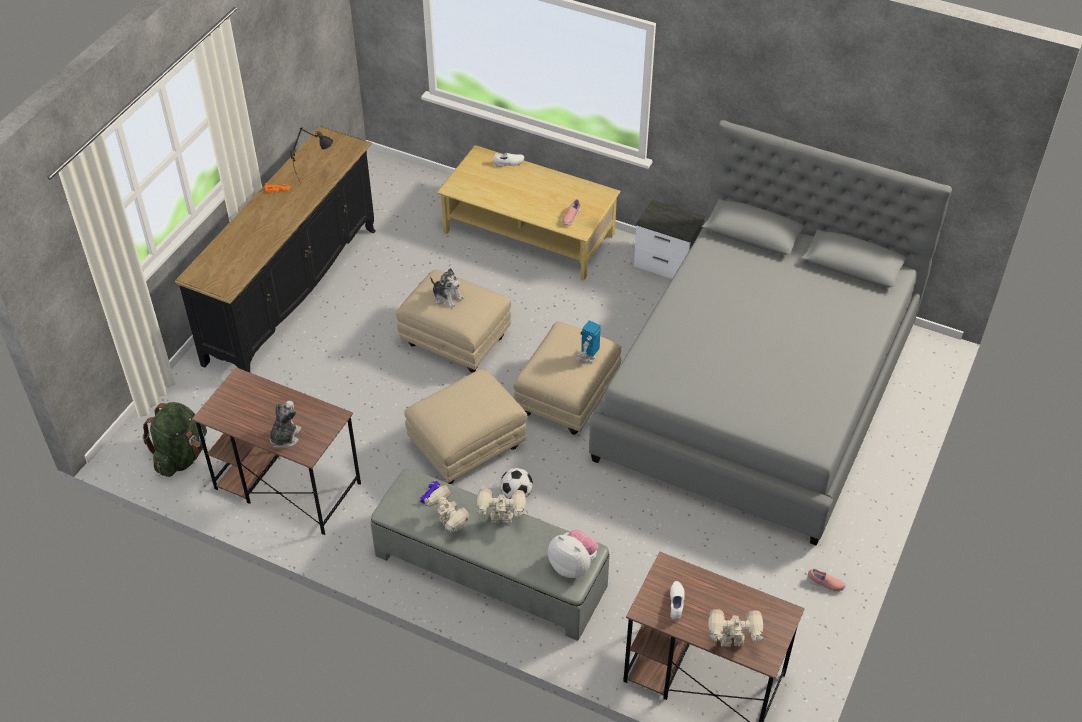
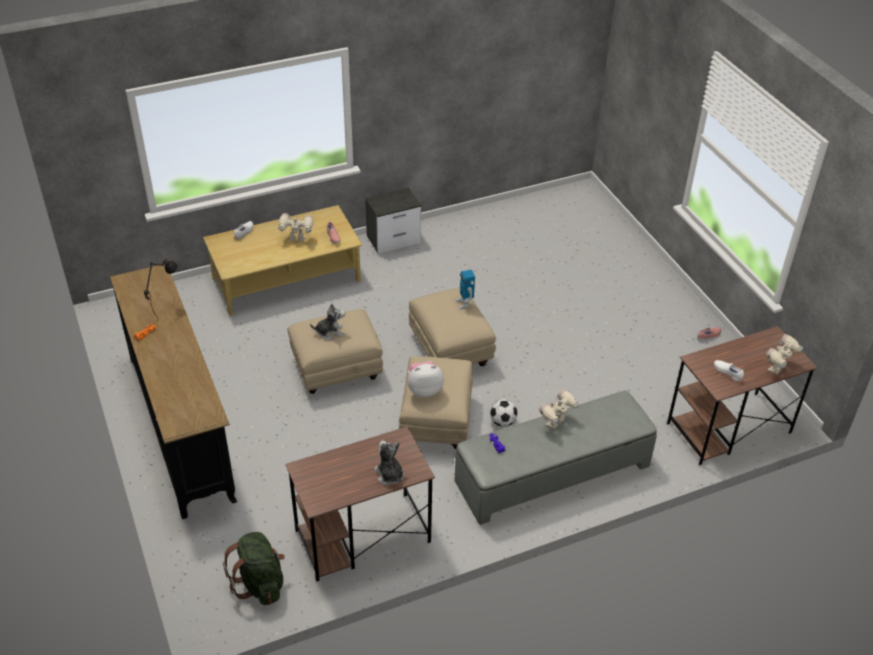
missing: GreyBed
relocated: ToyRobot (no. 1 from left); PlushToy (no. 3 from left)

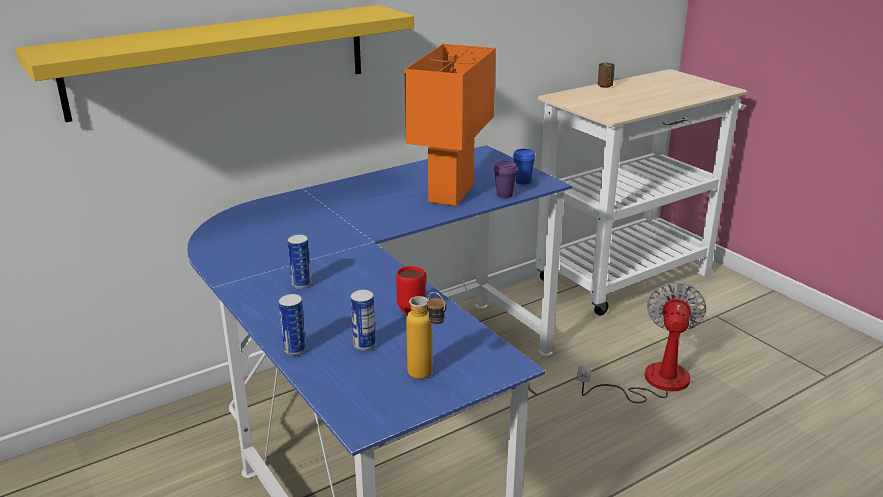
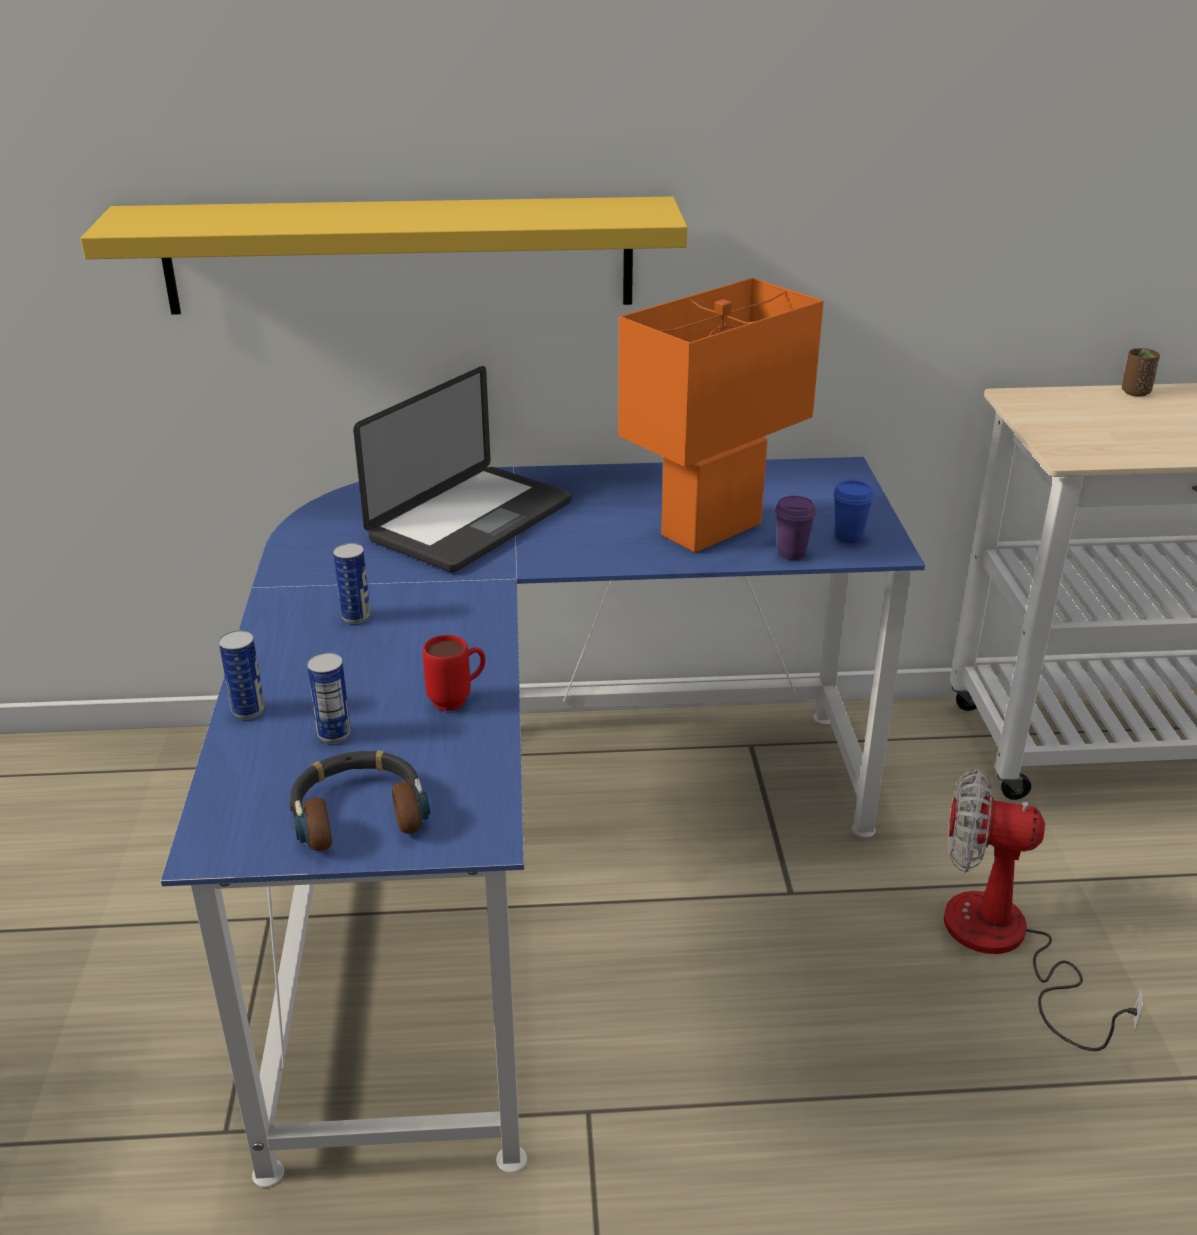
appeared: Laptop
exchanged: Bottle to Headphones
spun: Fan 120 degrees counterclockwise

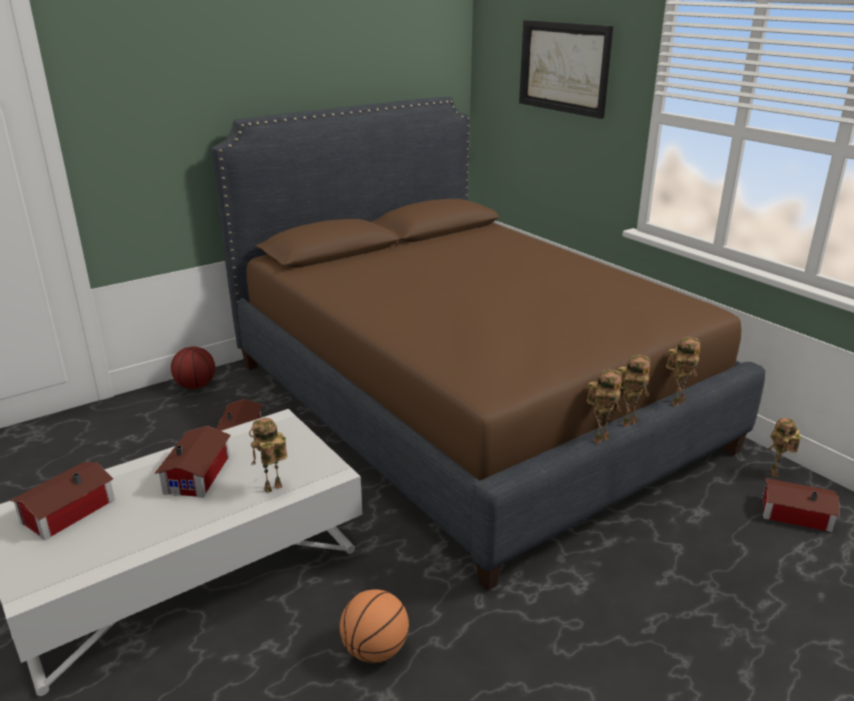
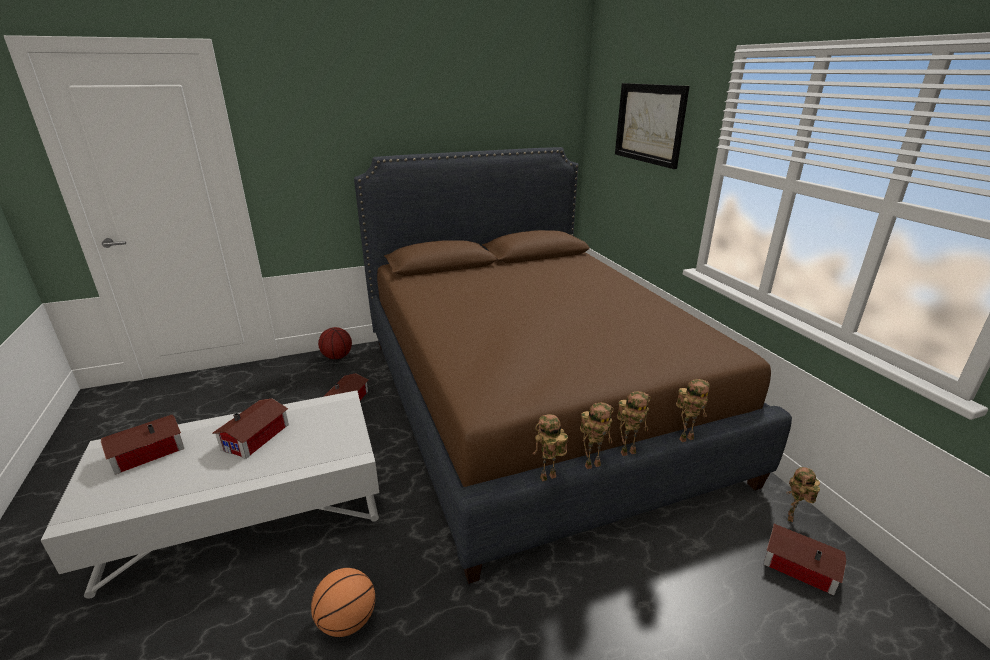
relocated: ToyRobot (no. 1 from left)

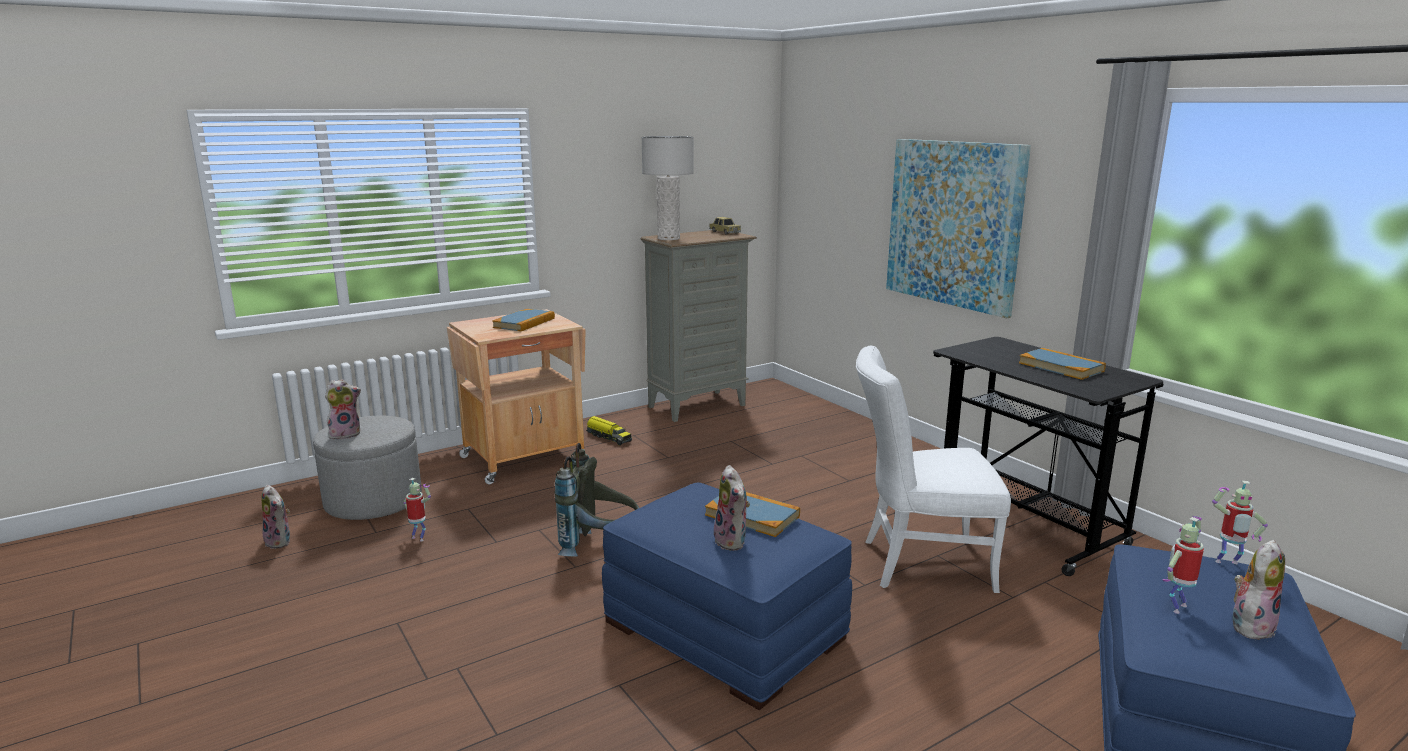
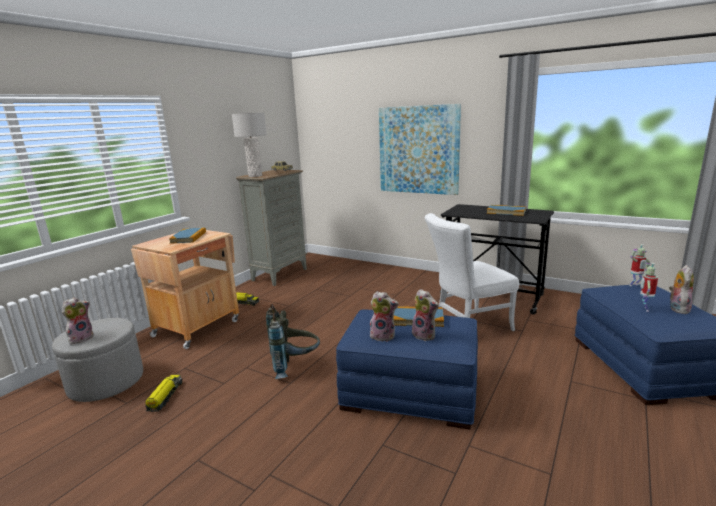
relocated: PlushToy (no. 1 from left in the first image) to PlushToy (no. 2 from left)
exchanged: ToyRobot (no. 1 from left) to ToyTruck (no. 1 from left)

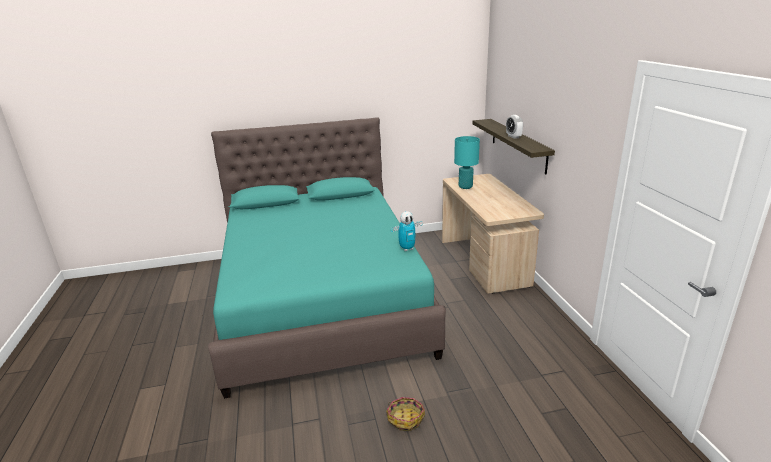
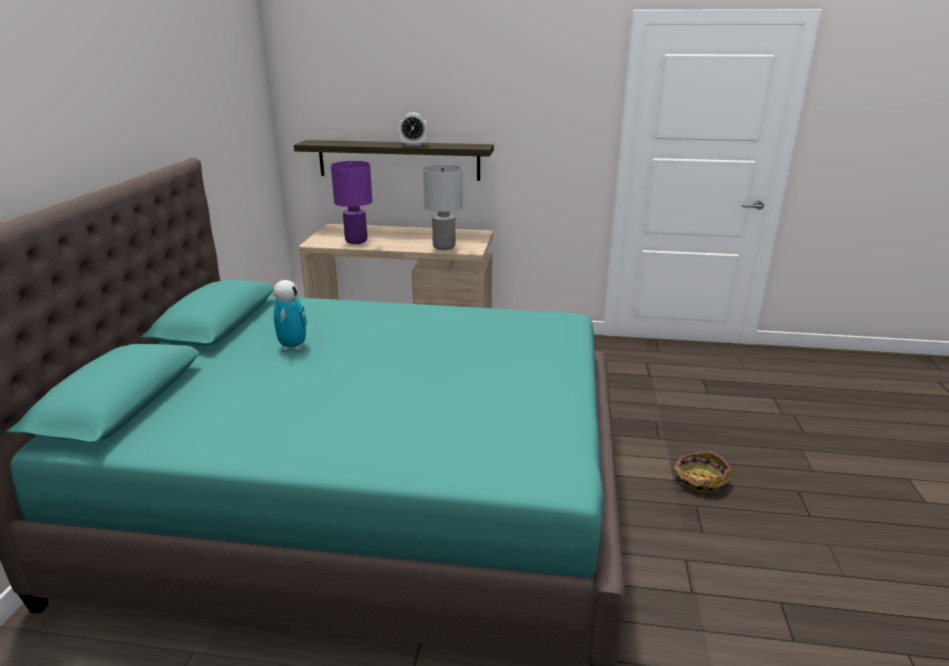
appeared: GreyTableLamp
relocated: ToyRobot
colour: TurquoiseTableLamp to PurpleTableLamp

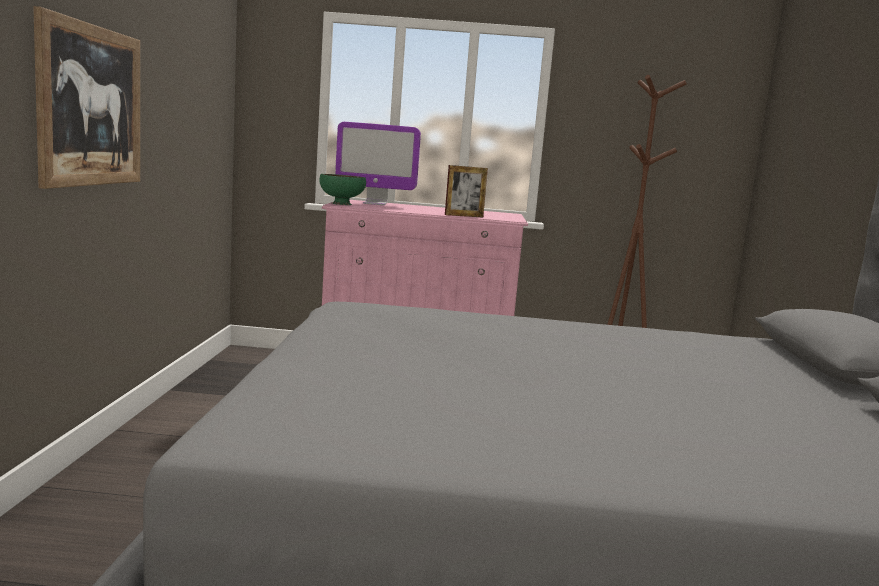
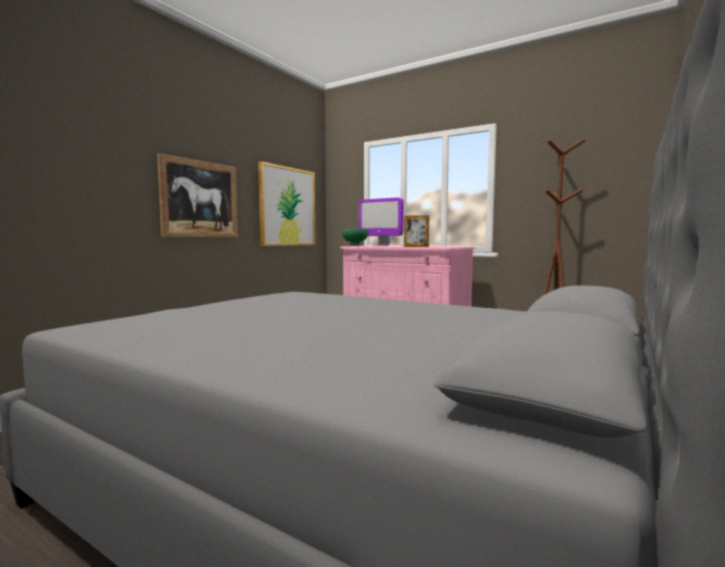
appeared: Picture (no. 2 from left)

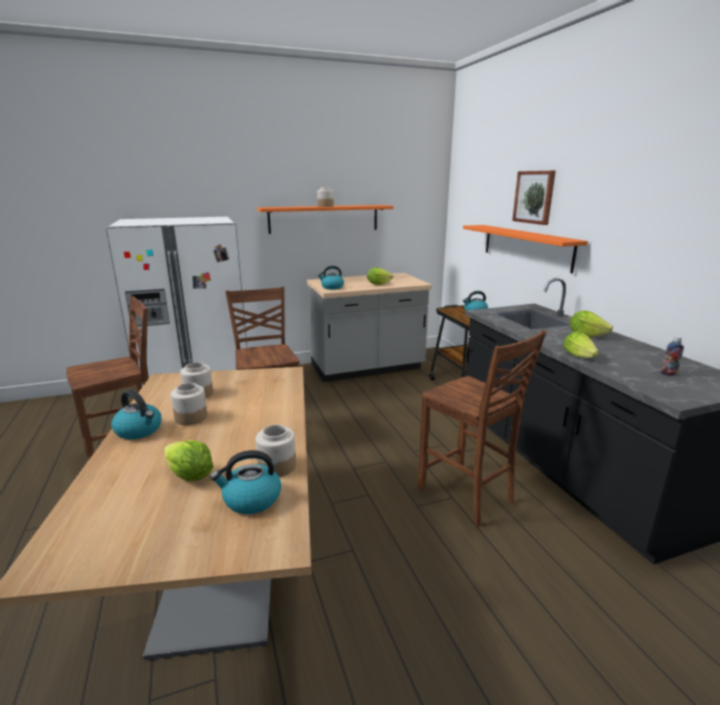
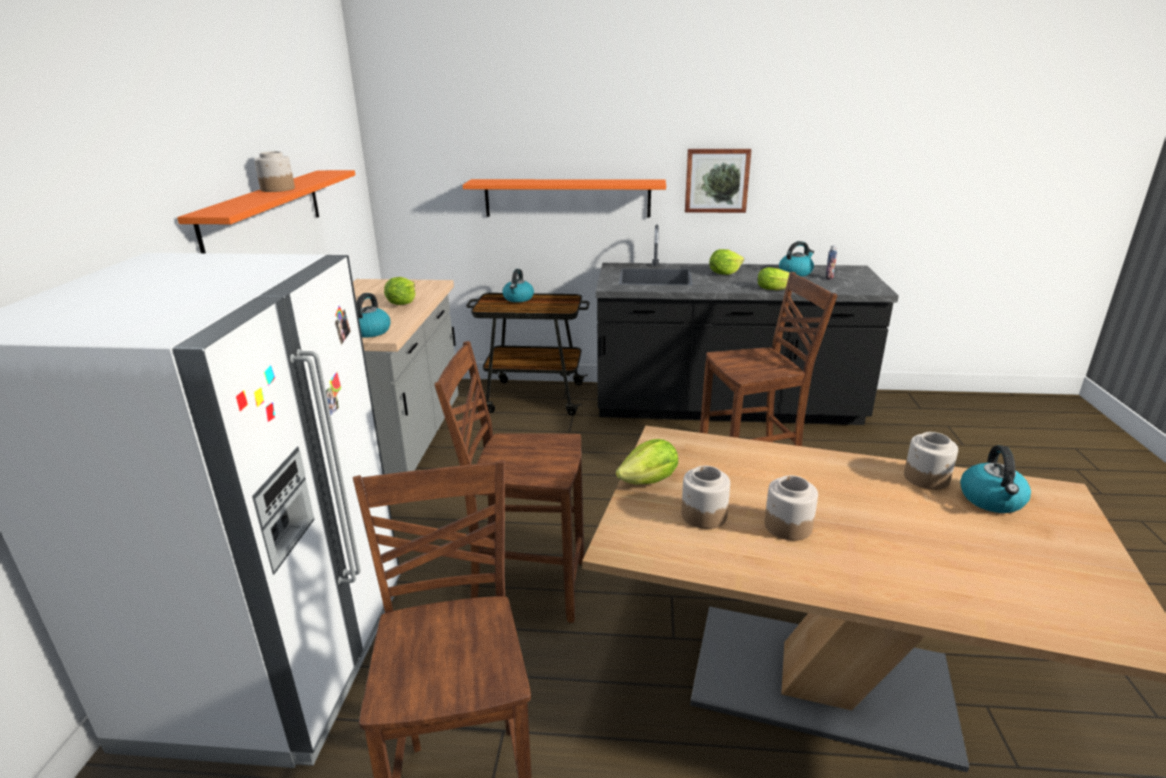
relocated: Kettle (no. 1 from left in the first image) to Kettle (no. 3 from left); Lettuce (no. 1 from left in the first image) to Lettuce (no. 2 from left); Picture

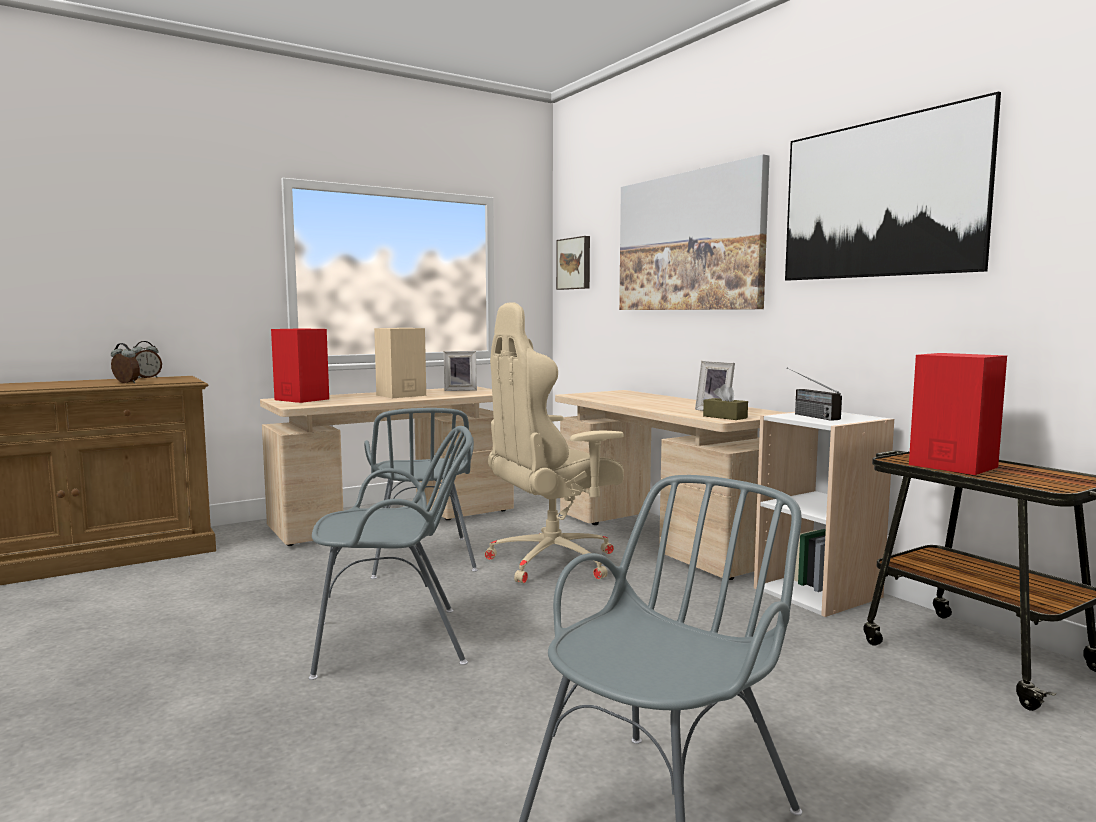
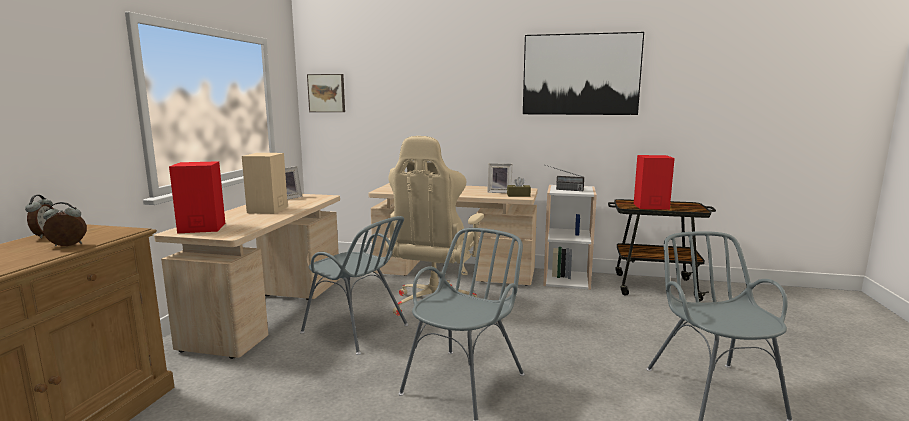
missing: Picture (no. 2 from left)

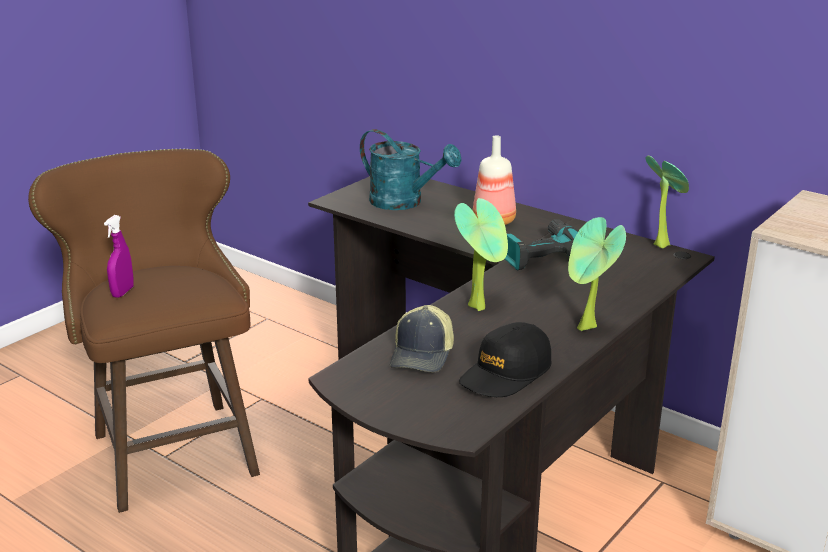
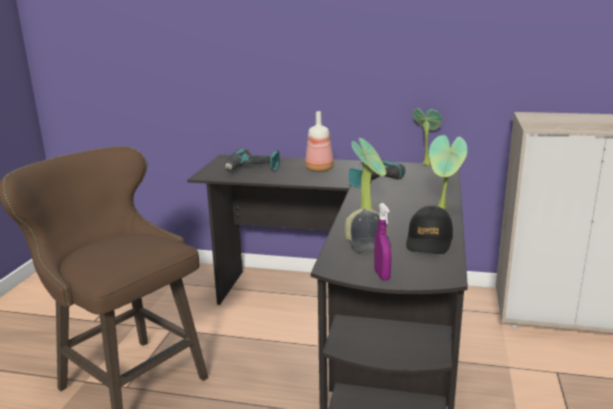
relocated: PurpleSprayBottle
exchanged: TurquoiseWateringCan to PowerDrill (no. 1 from left)

